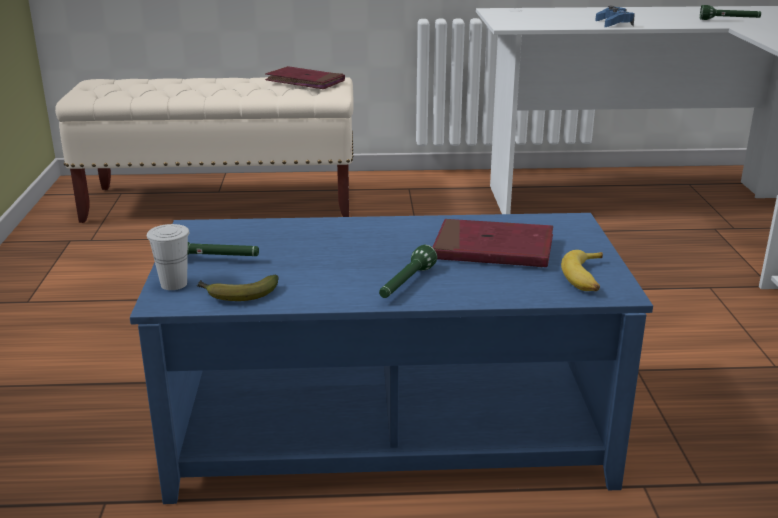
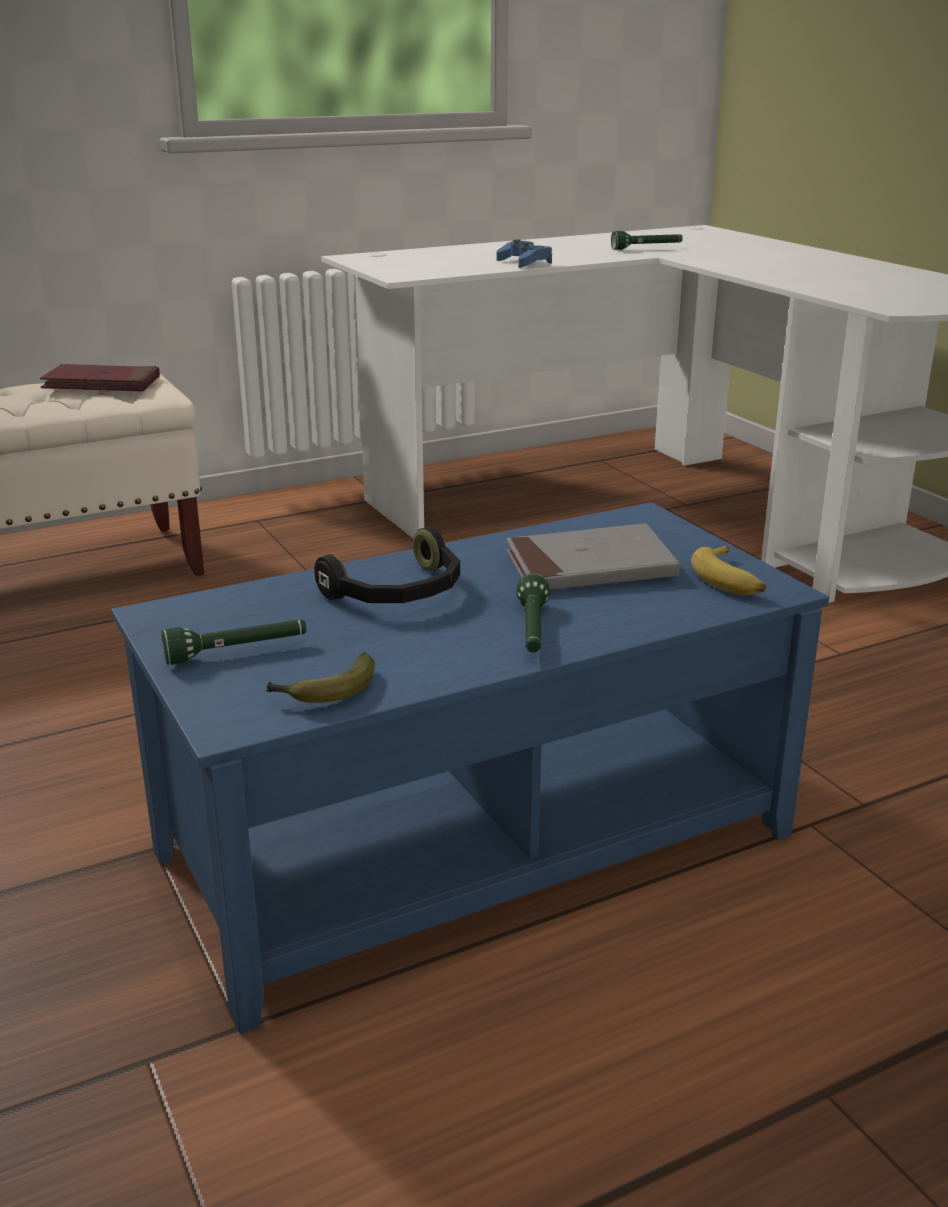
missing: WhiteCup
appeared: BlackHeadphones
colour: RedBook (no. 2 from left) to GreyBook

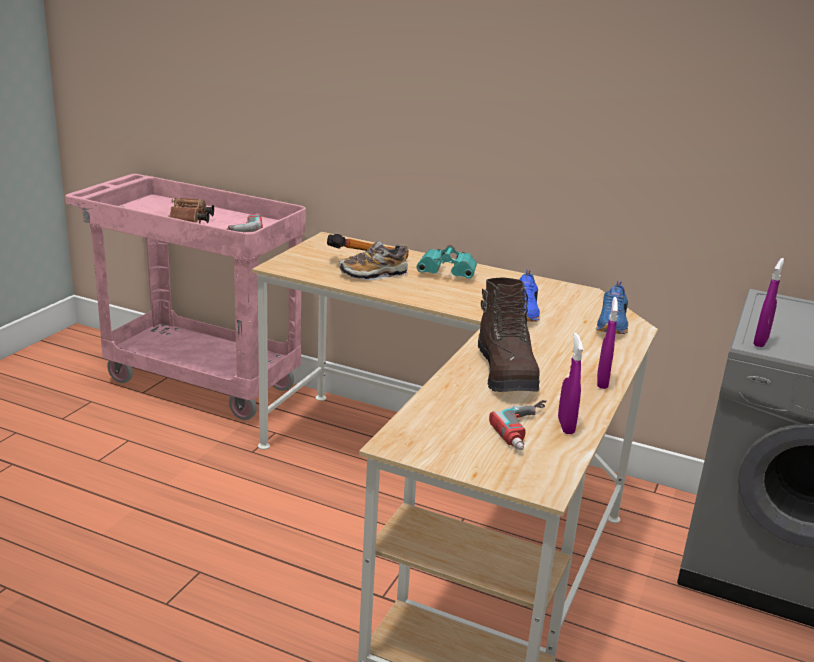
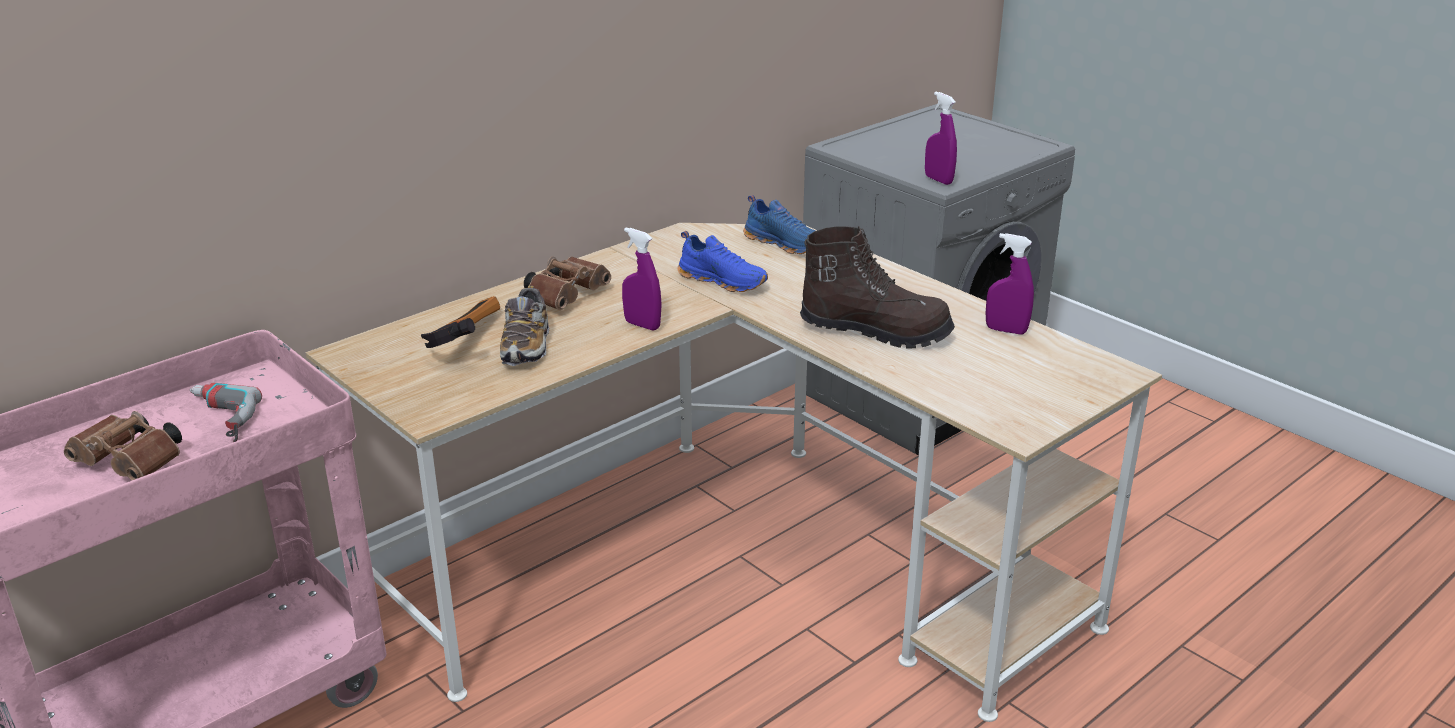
missing: PowerDrill (no. 2 from left)
relocated: PurpleSprayBottle (no. 2 from left in the first image) to PurpleSprayBottle (no. 1 from left)
colour: TurquoiseBinoculars to BrownBinoculars (no. 2 from left)

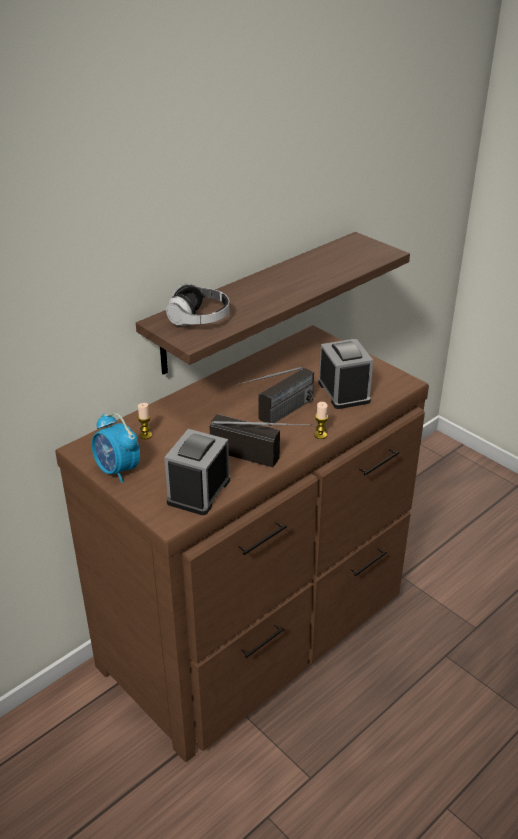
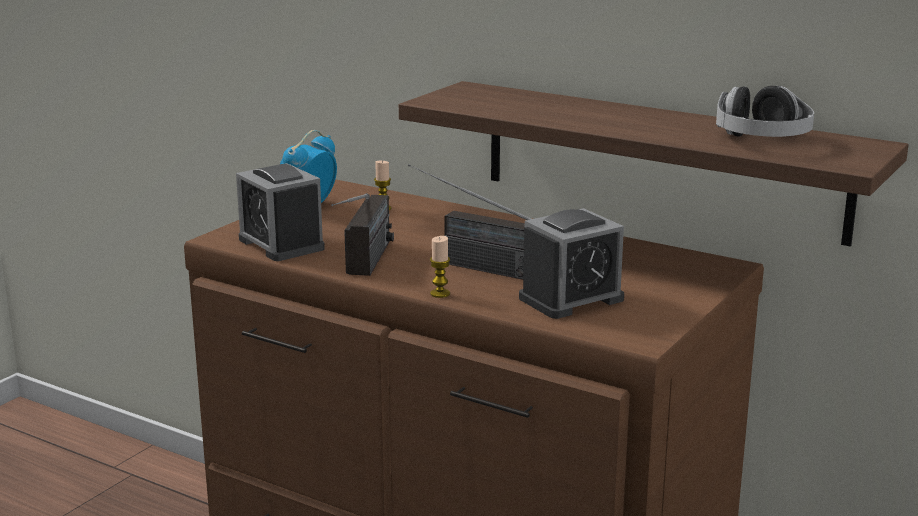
relocated: Headphones
spun: AlarmClock (no. 2 from left in the first image) 135 degrees counterclockwise

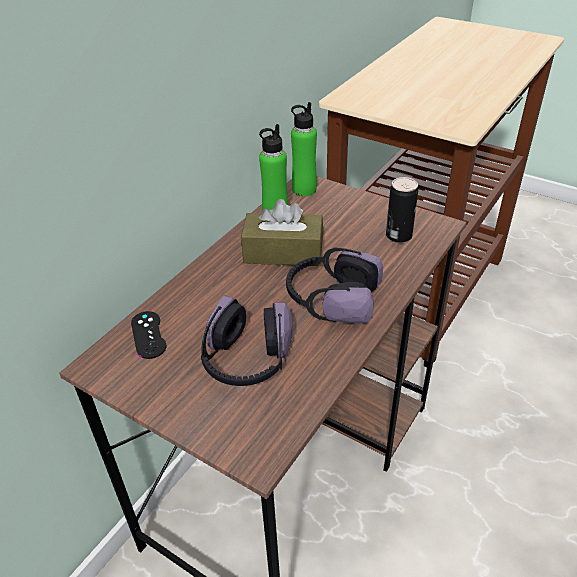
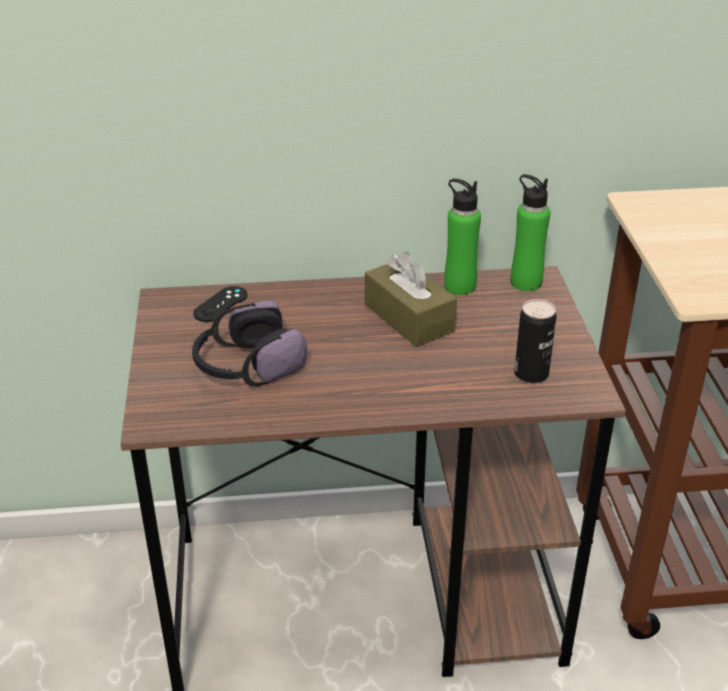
missing: Headphones (no. 2 from left)

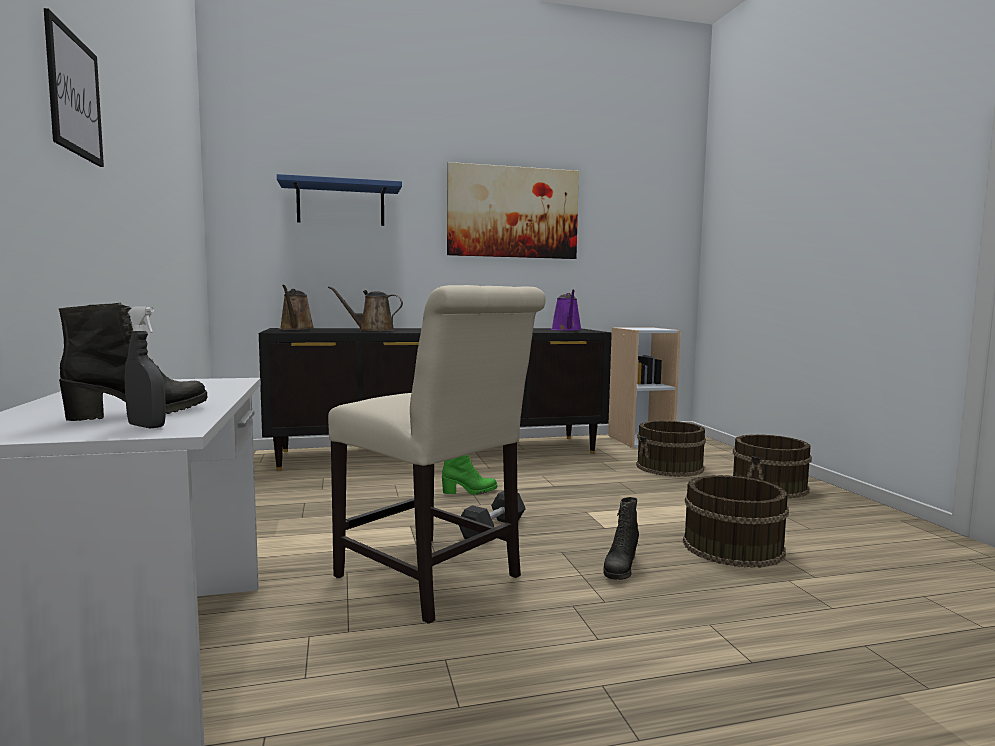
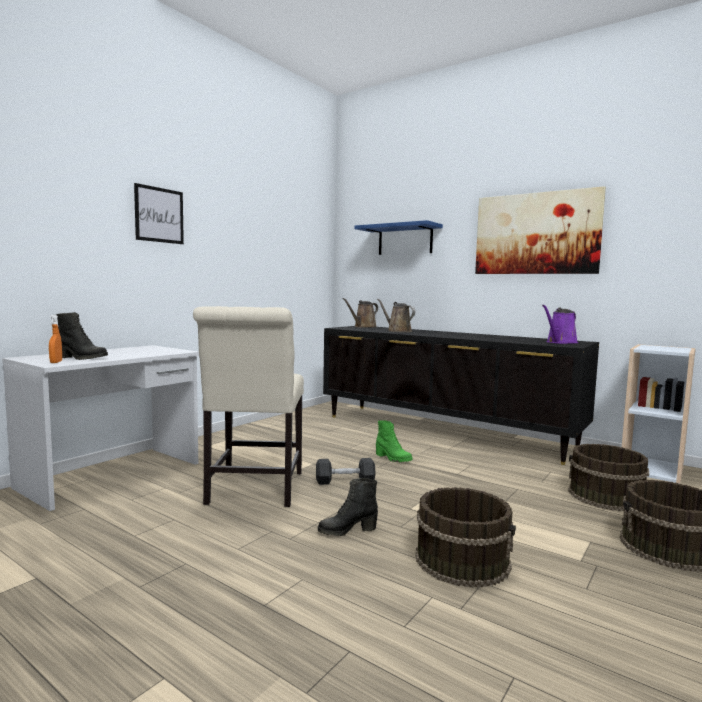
colour: GreySprayBottle to OrangeSprayBottle

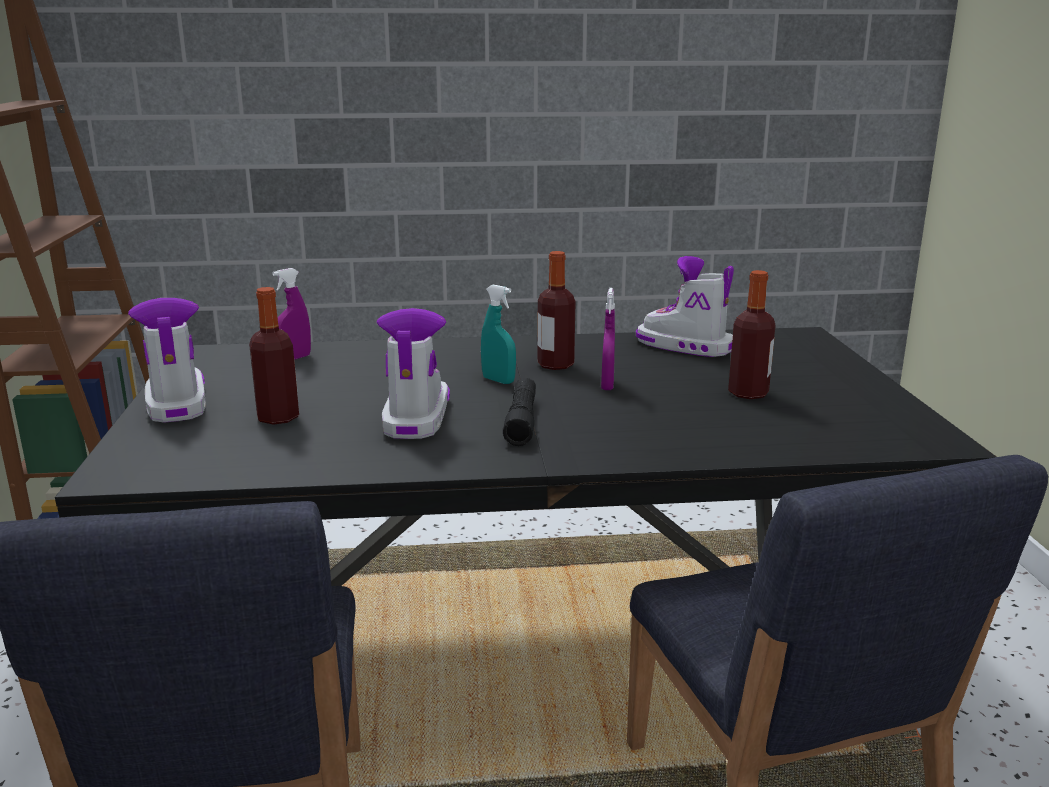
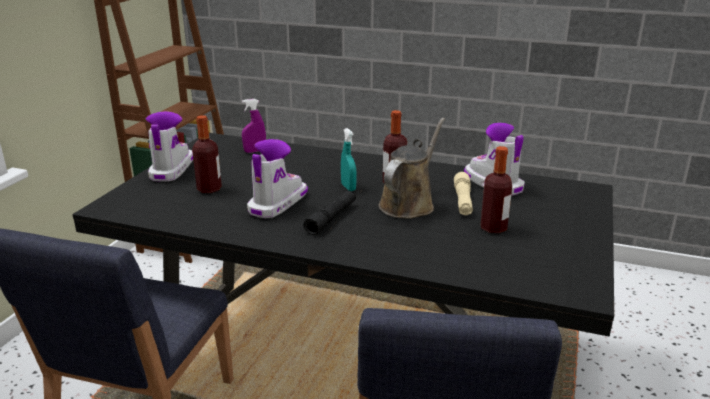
appeared: BeigeFlashlight
exchanged: PurpleSprayBottle (no. 2 from left) to BrownWateringCan

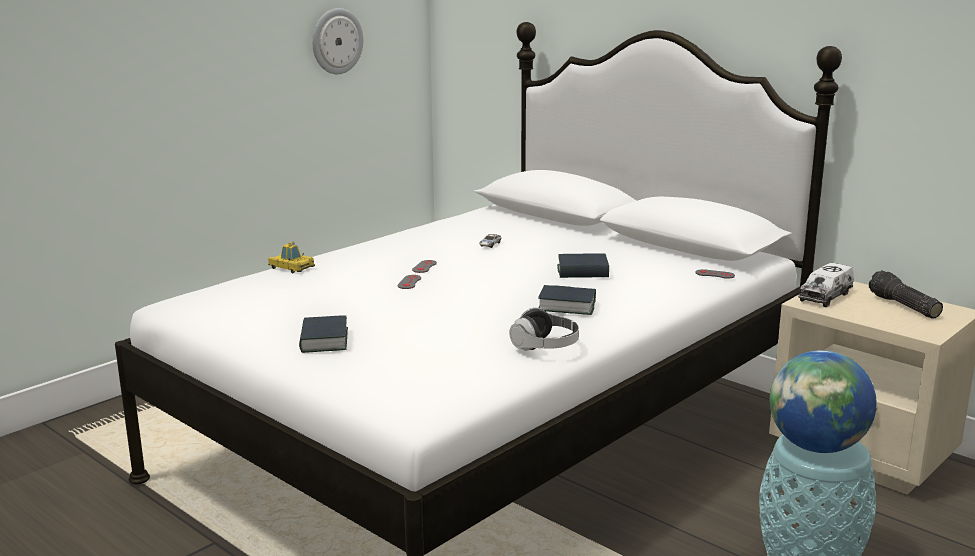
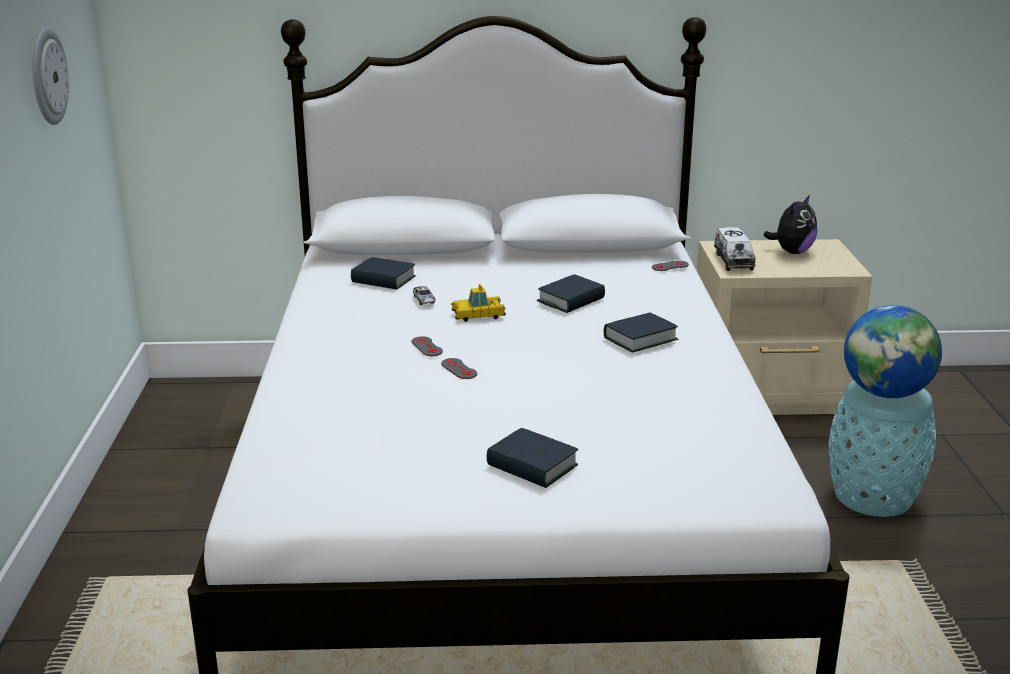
missing: Headphones
appeared: Book (no. 1 from left)
relocated: ToyCar (no. 1 from left in the first image) to ToyCar (no. 2 from left)
exchanged: Flashlight to PlushToy

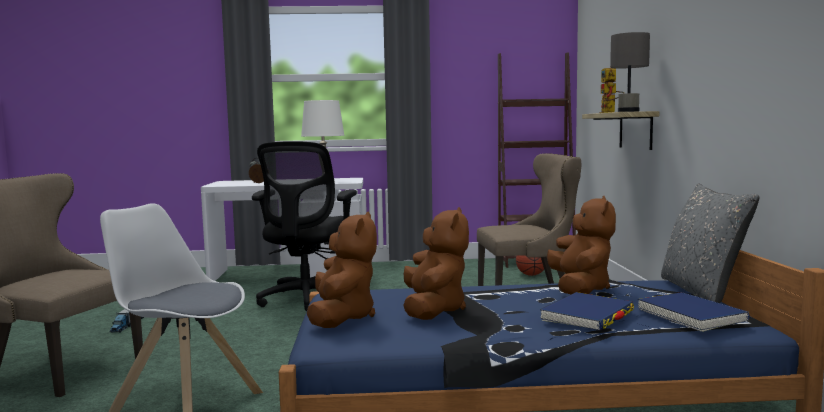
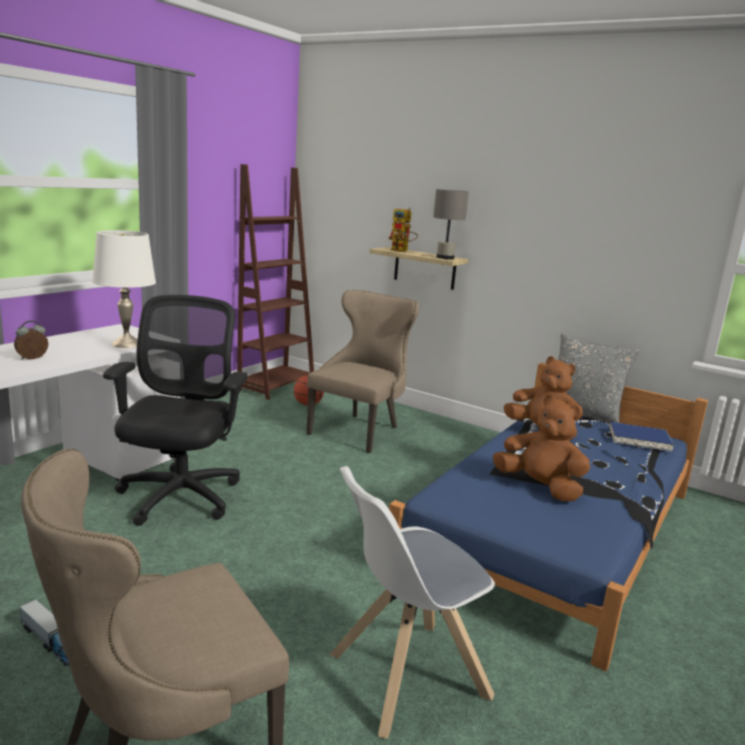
missing: BrownPlushToy (no. 1 from left); BlueBook (no. 1 from left)
spun: BlackOfficeChair 135 degrees counterclockwise

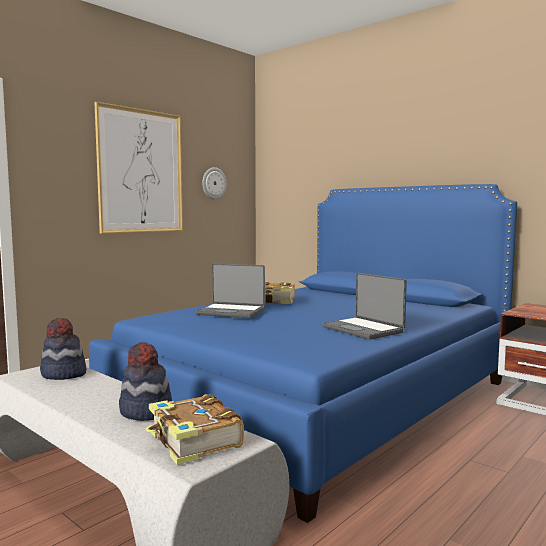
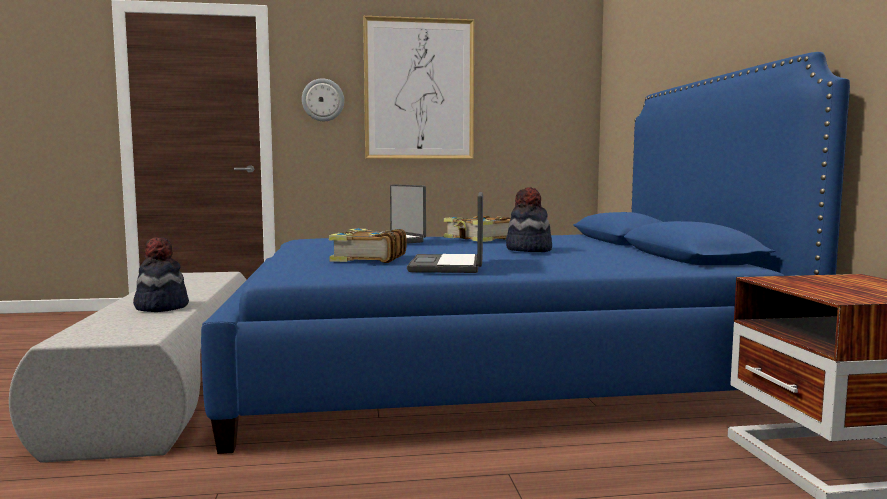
relocated: Hat (no. 1 from left in the first image) to Hat (no. 2 from left); Book (no. 1 from left); WallClock

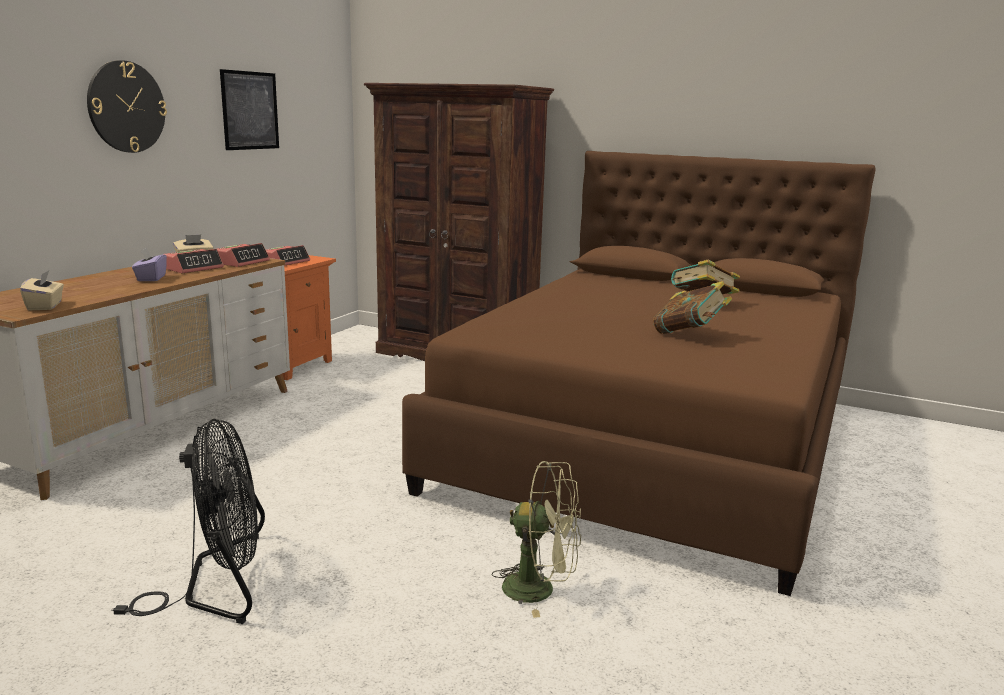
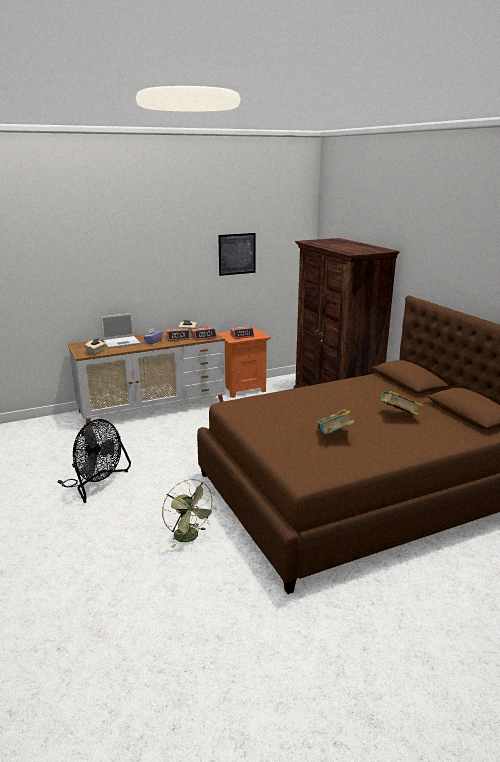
missing: WallClock
appeared: Laptop

